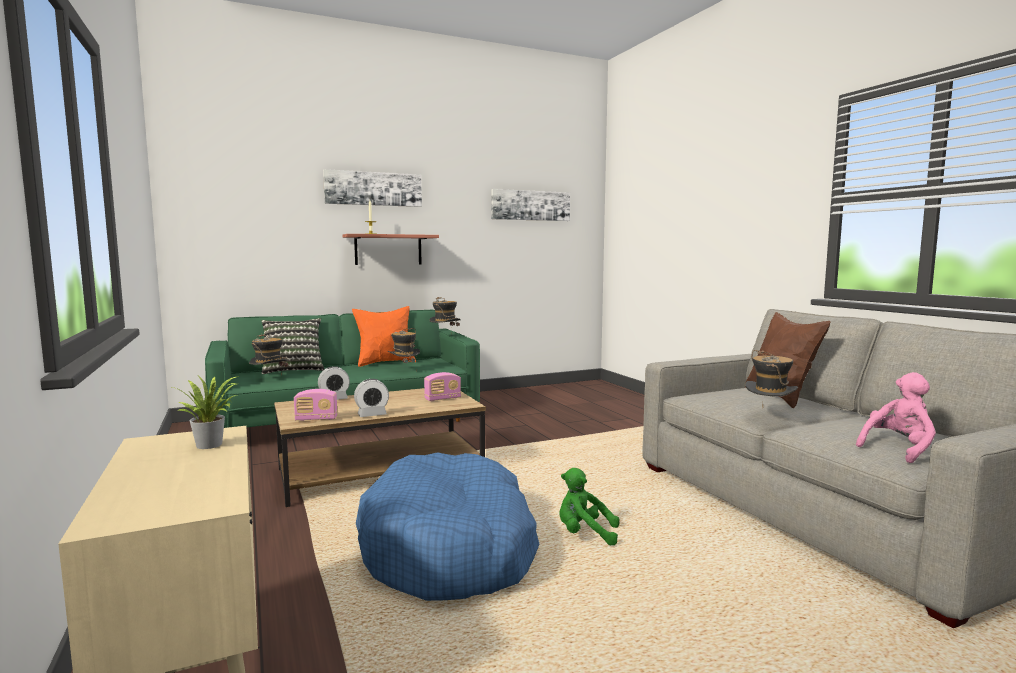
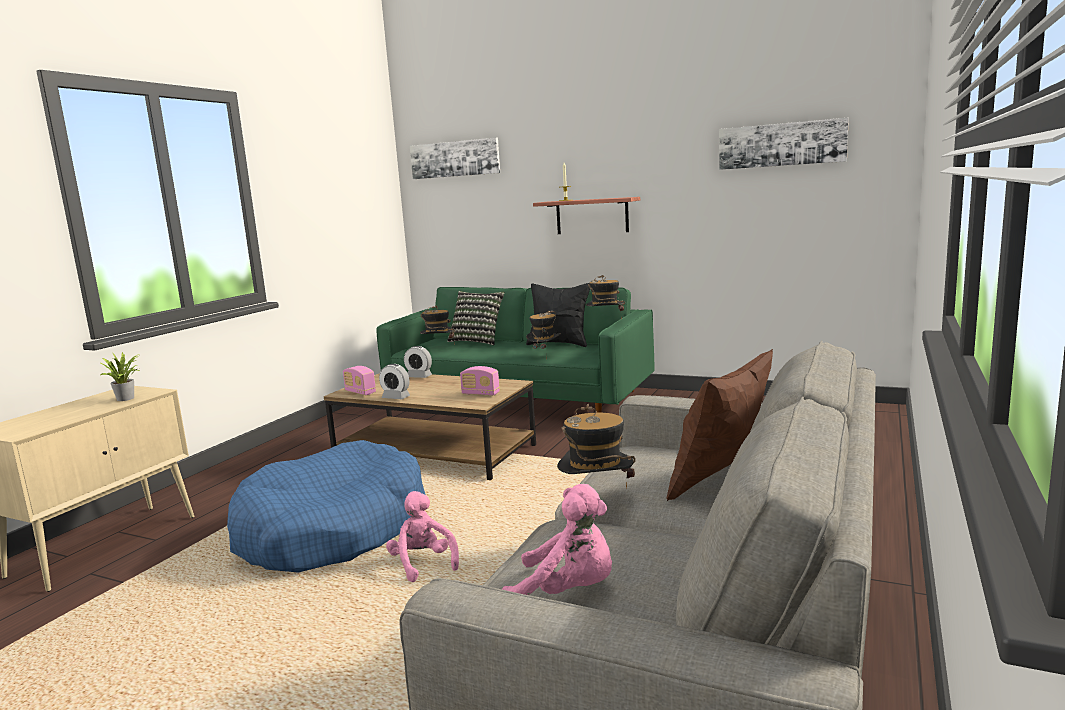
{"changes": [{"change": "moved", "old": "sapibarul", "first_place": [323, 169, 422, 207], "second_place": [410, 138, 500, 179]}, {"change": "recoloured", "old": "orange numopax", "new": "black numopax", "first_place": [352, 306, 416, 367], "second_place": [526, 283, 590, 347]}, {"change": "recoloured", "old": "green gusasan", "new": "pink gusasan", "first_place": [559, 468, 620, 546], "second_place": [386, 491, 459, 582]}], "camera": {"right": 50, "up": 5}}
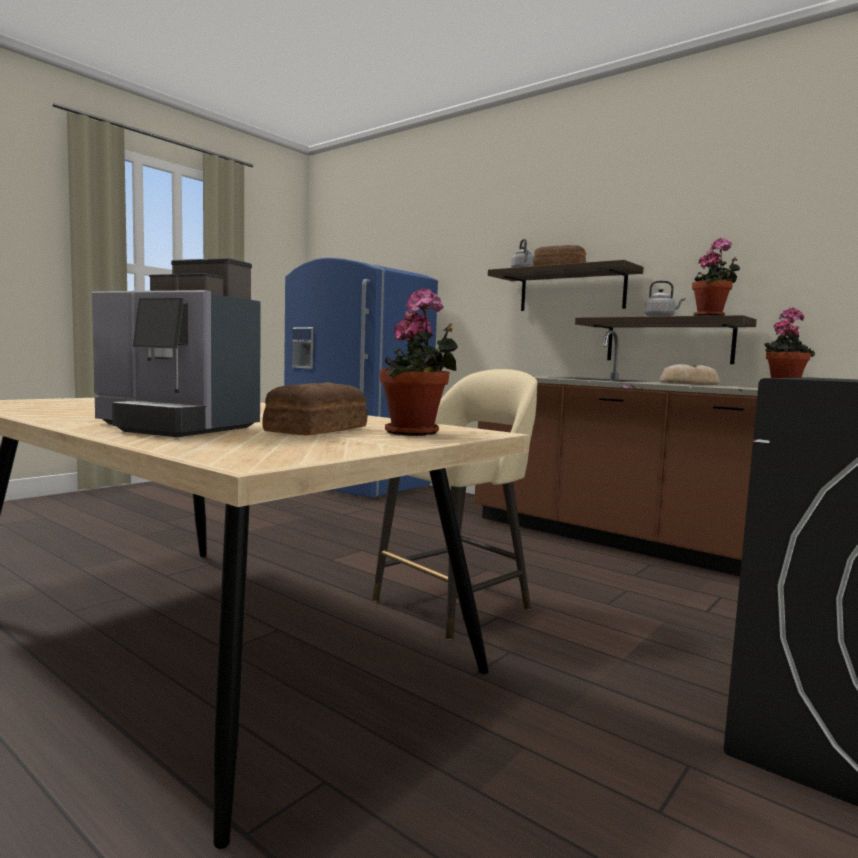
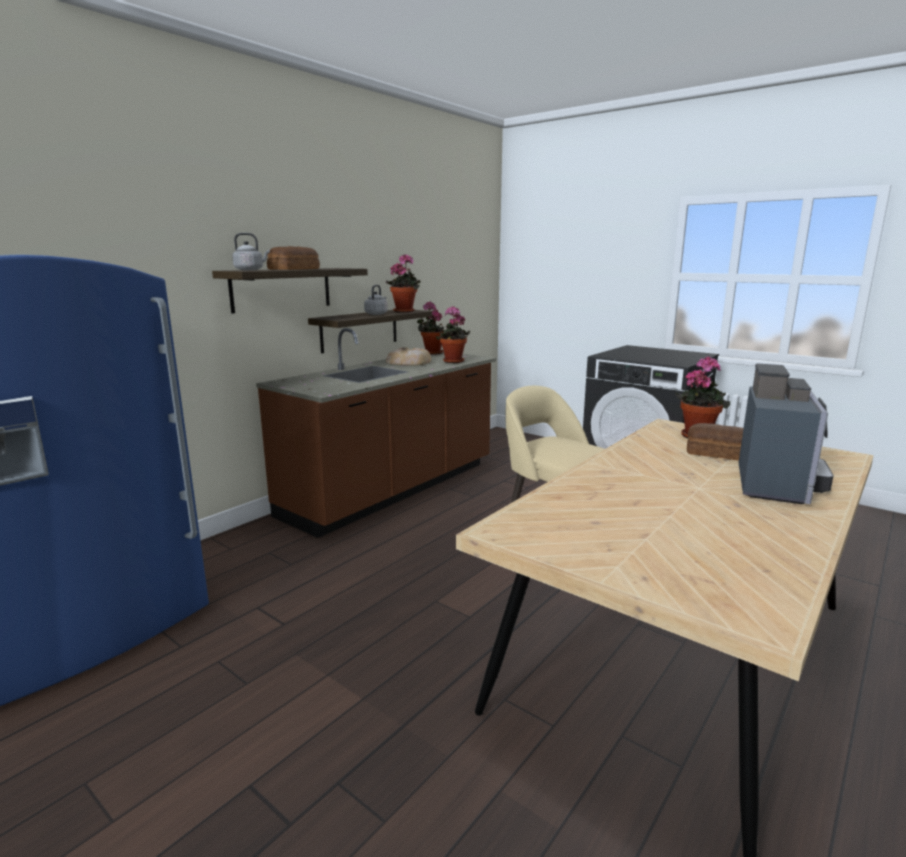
{"changes": [{"change": "added", "new": "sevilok", "second_place": [436, 306, 470, 363]}], "camera": {"right": -90, "up": 10}}
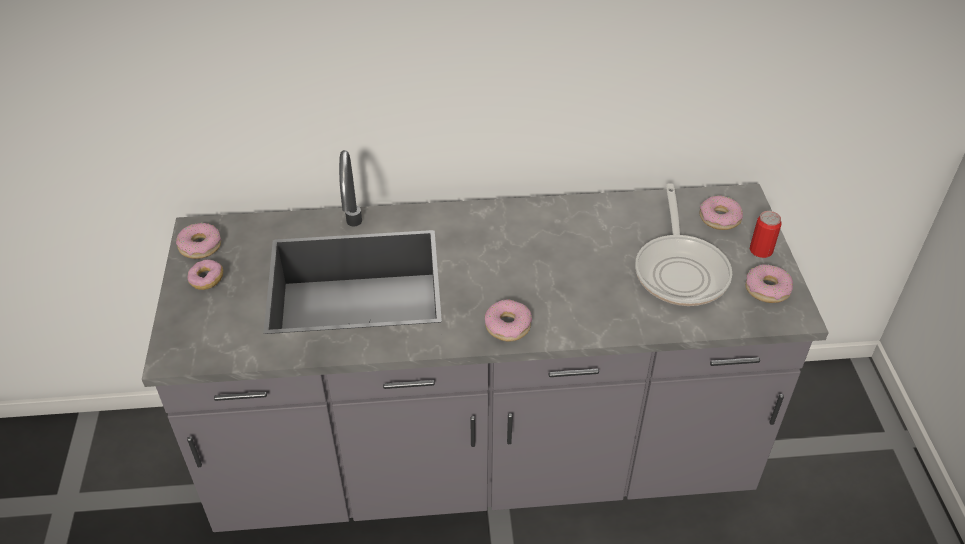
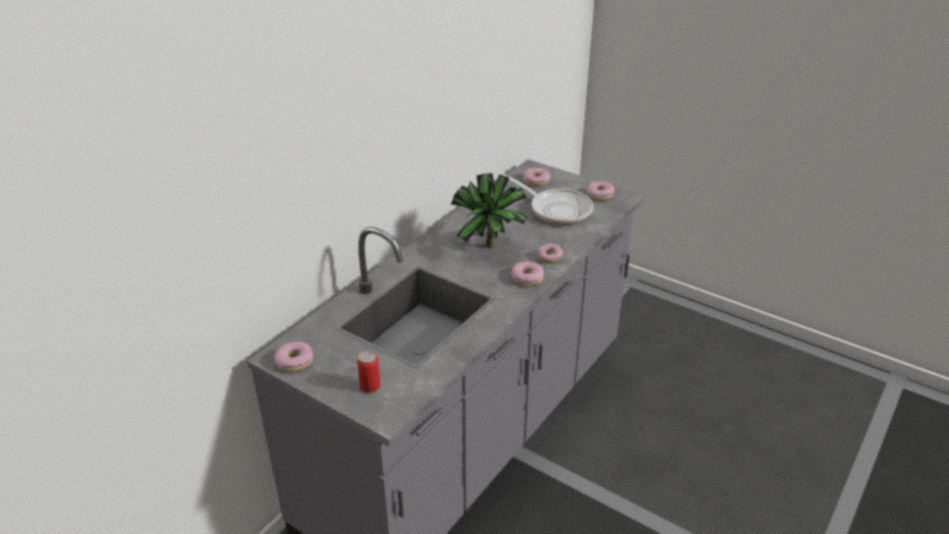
{"changes": [{"change": "added", "new": "sevilok", "second_place": [450, 173, 527, 248]}, {"change": "moved", "old": "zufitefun", "first_place": [187, 259, 223, 290], "second_place": [538, 243, 563, 264]}, {"change": "moved", "old": "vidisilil", "first_place": [750, 211, 781, 258], "second_place": [357, 350, 380, 392]}], "camera": {"right": -50, "up": -10}}
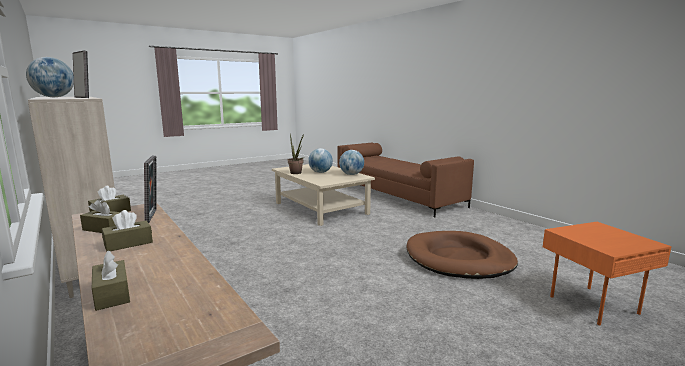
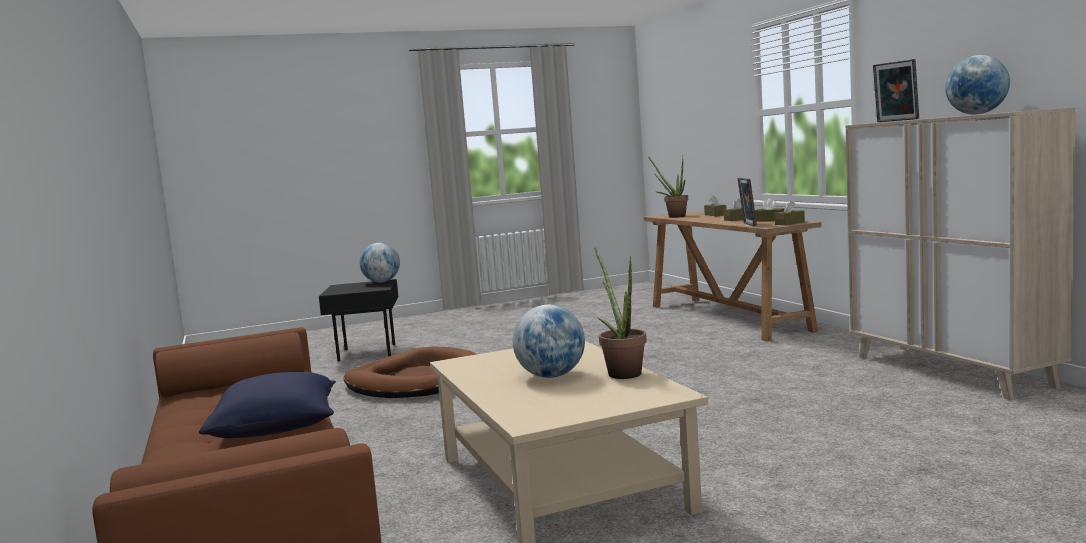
{"changes": [{"change": "added", "new": "blue numopax", "second_place": [199, 372, 336, 438]}, {"change": "added", "new": "sevilok", "second_place": [648, 156, 688, 218]}, {"change": "moved", "old": "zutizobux", "first_place": [339, 150, 364, 175], "second_place": [360, 243, 400, 283]}, {"change": "recoloured", "old": "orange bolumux", "new": "black bolumux", "first_place": [543, 222, 671, 325], "second_place": [319, 279, 398, 362]}], "camera": {"right": -165, "up": -5}}
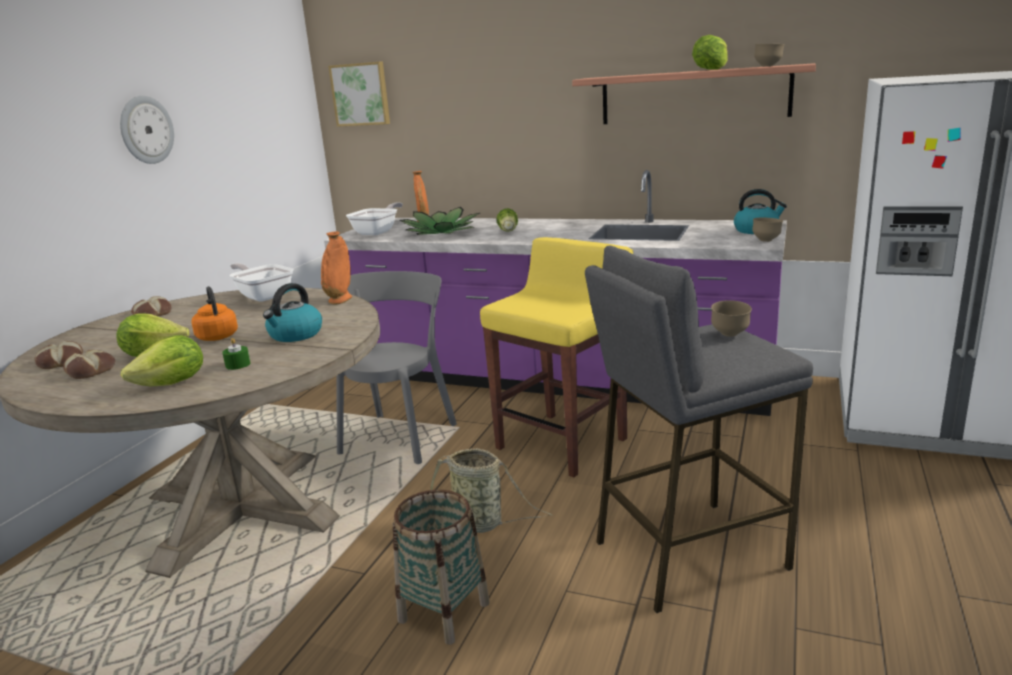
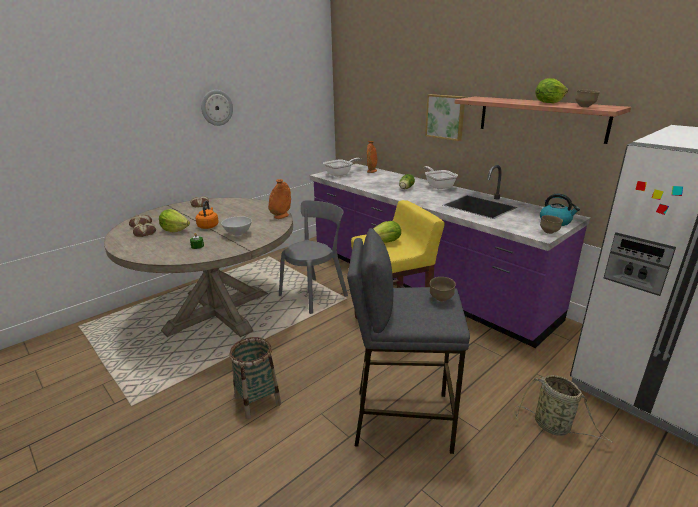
{"changes": [{"change": "removed", "old": "sevilok", "first_place": [400, 207, 480, 235]}, {"change": "moved", "old": "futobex", "first_place": [121, 335, 203, 386], "second_place": [373, 221, 401, 243]}, {"change": "moved", "old": "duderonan", "first_place": [230, 263, 293, 302], "second_place": [424, 166, 458, 189]}, {"change": "moved", "old": "sapibarul", "first_place": [328, 62, 390, 127], "second_place": [425, 94, 465, 141]}, {"change": "moved", "old": "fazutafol", "first_place": [430, 448, 553, 533], "second_place": [515, 375, 613, 443]}, {"change": "replaced", "old": "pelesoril", "new": "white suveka", "first_place": [263, 283, 322, 342], "second_place": [221, 216, 252, 236]}], "camera": {"right": 25, "up": 5}}
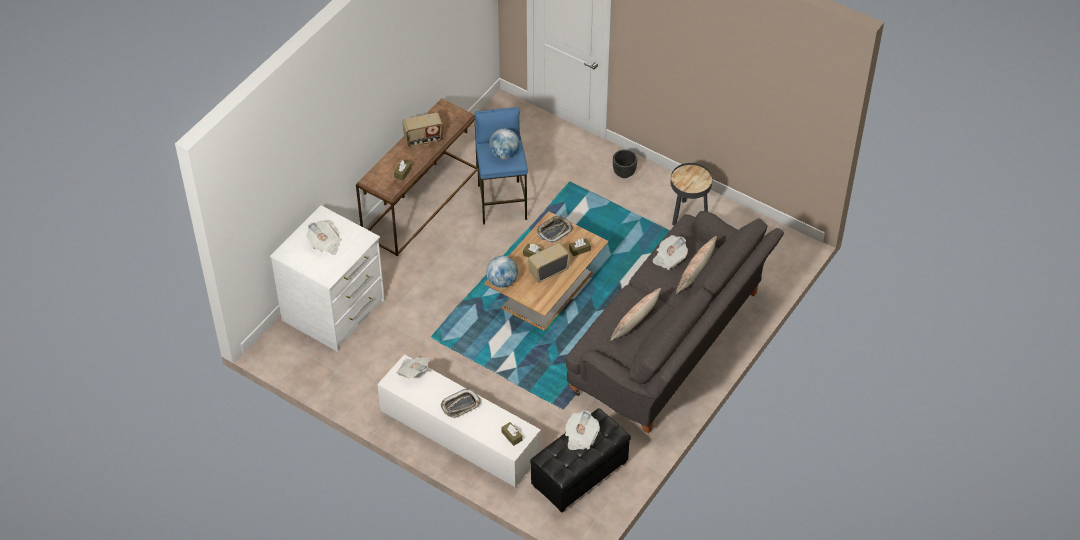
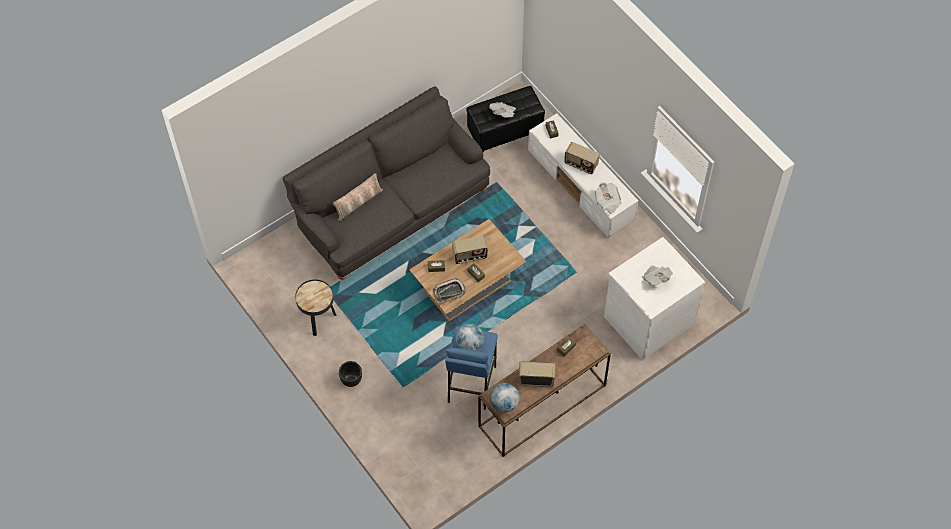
{"changes": [{"change": "removed", "old": "numopax", "first_place": [610, 288, 661, 341]}, {"change": "removed", "old": "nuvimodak", "first_place": [653, 235, 688, 270]}, {"change": "moved", "old": "zutizobux", "first_place": [486, 256, 518, 288], "second_place": [490, 383, 519, 412]}, {"change": "replaced", "old": "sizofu", "new": "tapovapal", "first_place": [441, 389, 481, 418], "second_place": [564, 142, 600, 174]}], "camera": {"right": -160, "up": 10}}
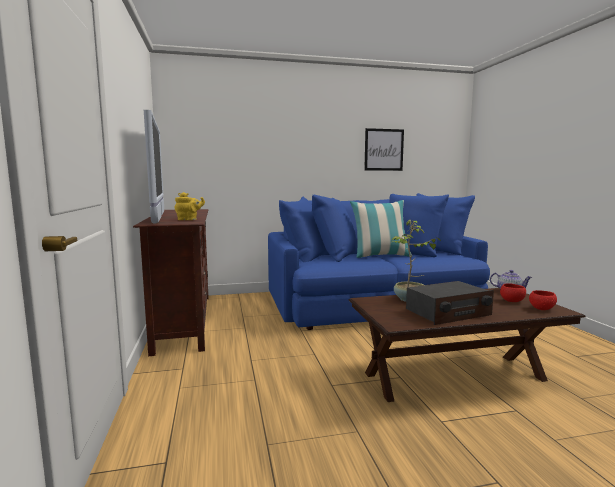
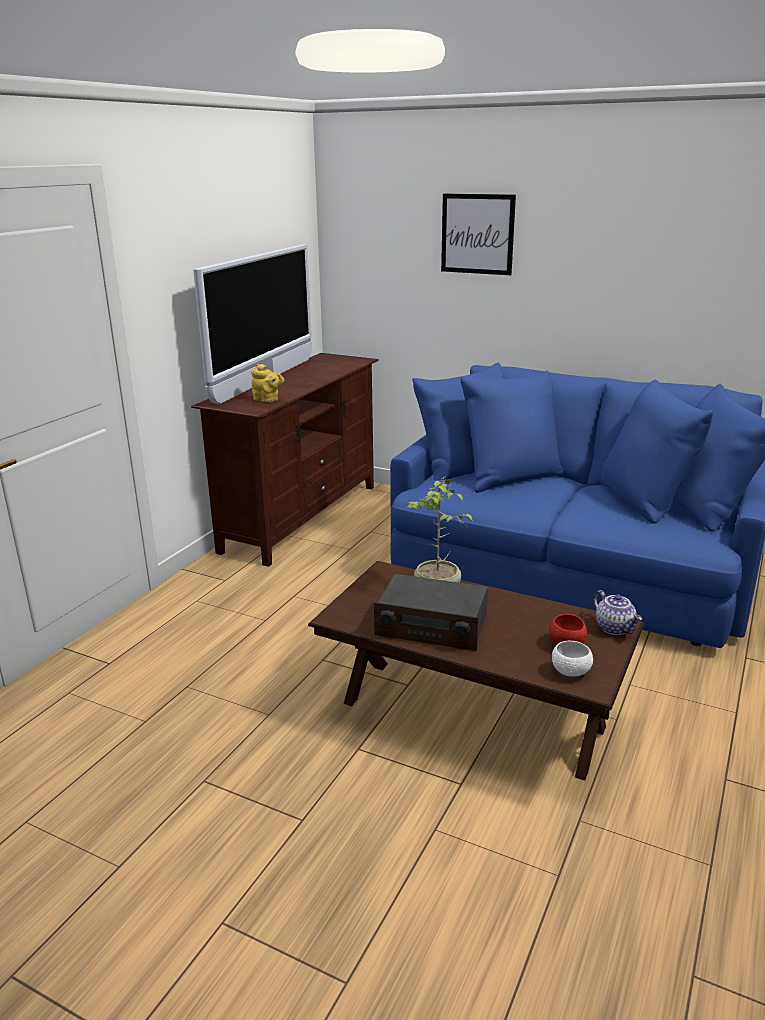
{"changes": [{"change": "removed", "old": "numopax", "first_place": [350, 200, 412, 258]}, {"change": "moved", "old": "sapibarul", "first_place": [364, 128, 404, 171], "second_place": [441, 194, 516, 275]}, {"change": "recoloured", "old": "red suveka", "new": "white suveka", "first_place": [529, 290, 557, 310], "second_place": [552, 641, 593, 677]}], "camera": {"right": 40, "up": 15}}
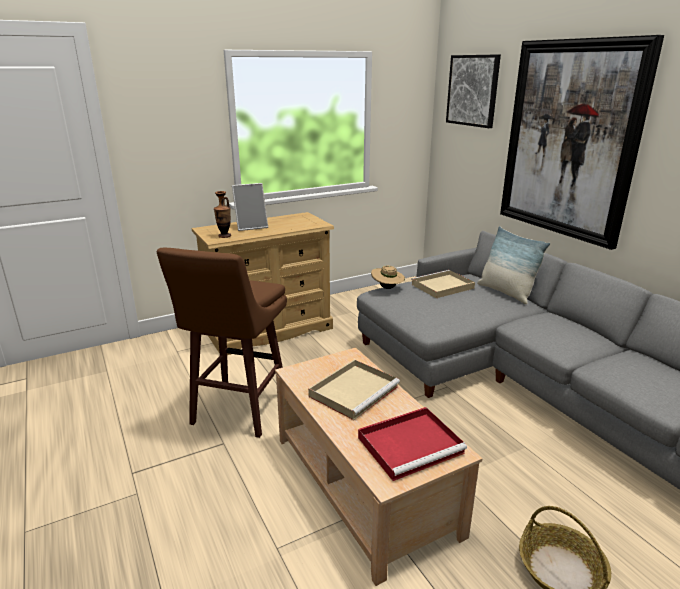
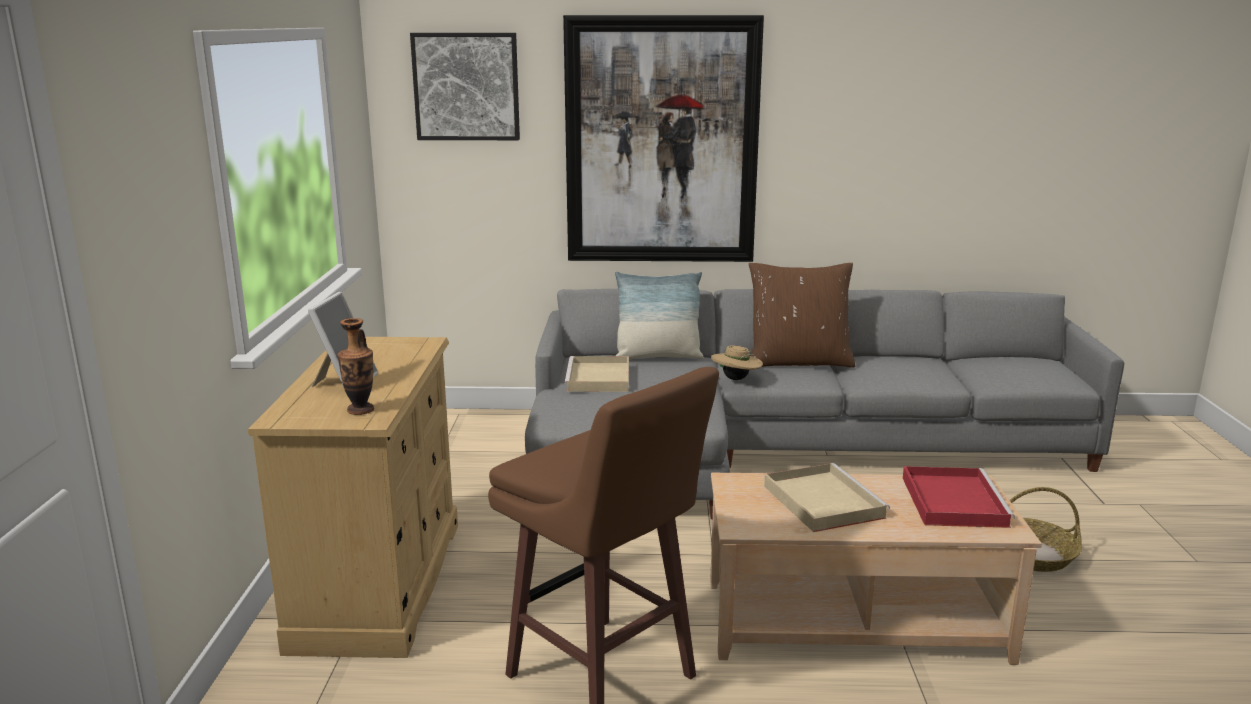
{"changes": [{"change": "added", "new": "brown numopax", "second_place": [749, 263, 855, 368]}, {"change": "moved", "old": "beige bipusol", "first_place": [371, 265, 405, 289], "second_place": [711, 345, 763, 380]}], "camera": {"right": -60, "up": -5}}
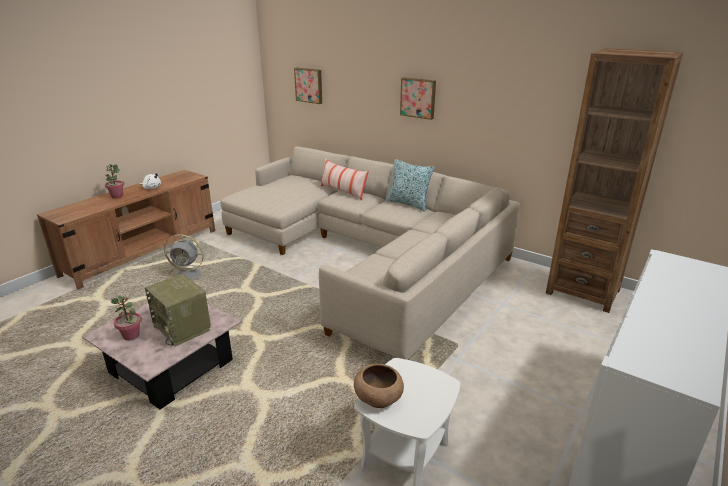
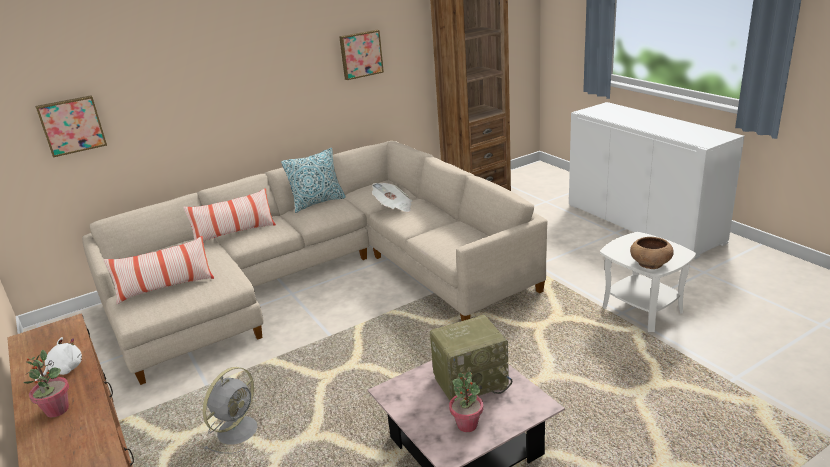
{"changes": [{"change": "added", "new": "numopax", "second_place": [103, 236, 214, 305]}, {"change": "added", "new": "nuvimodak", "second_place": [372, 183, 413, 212]}, {"change": "moved", "old": "sapibarul", "first_place": [400, 77, 436, 120], "second_place": [339, 30, 384, 80]}], "camera": {"right": -65, "up": 0}}
